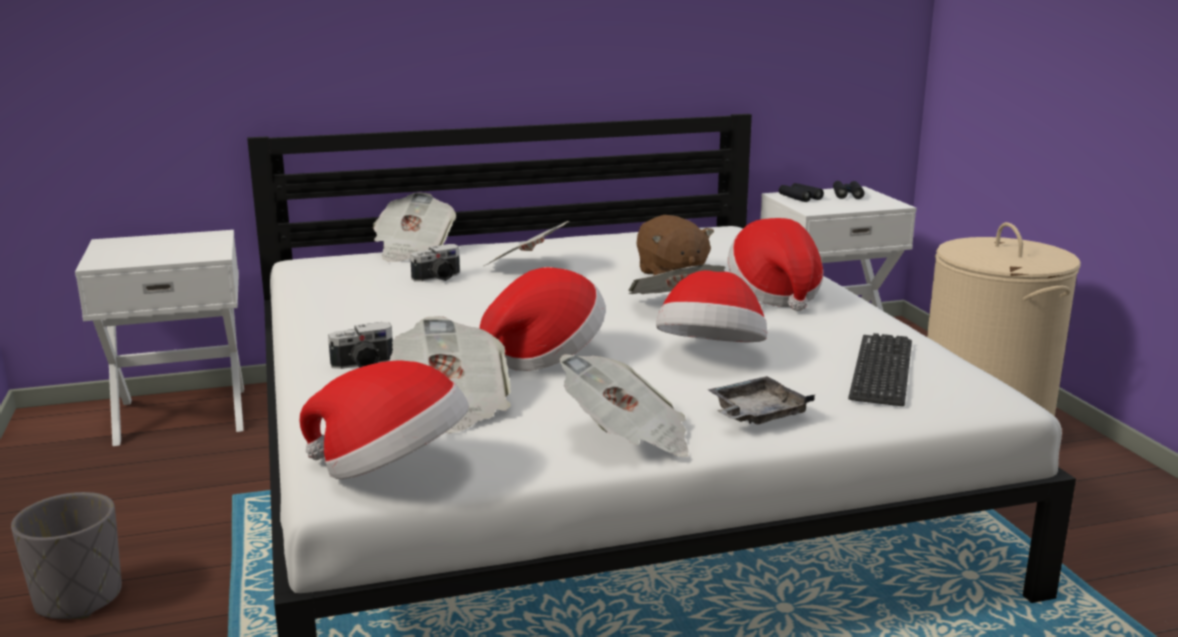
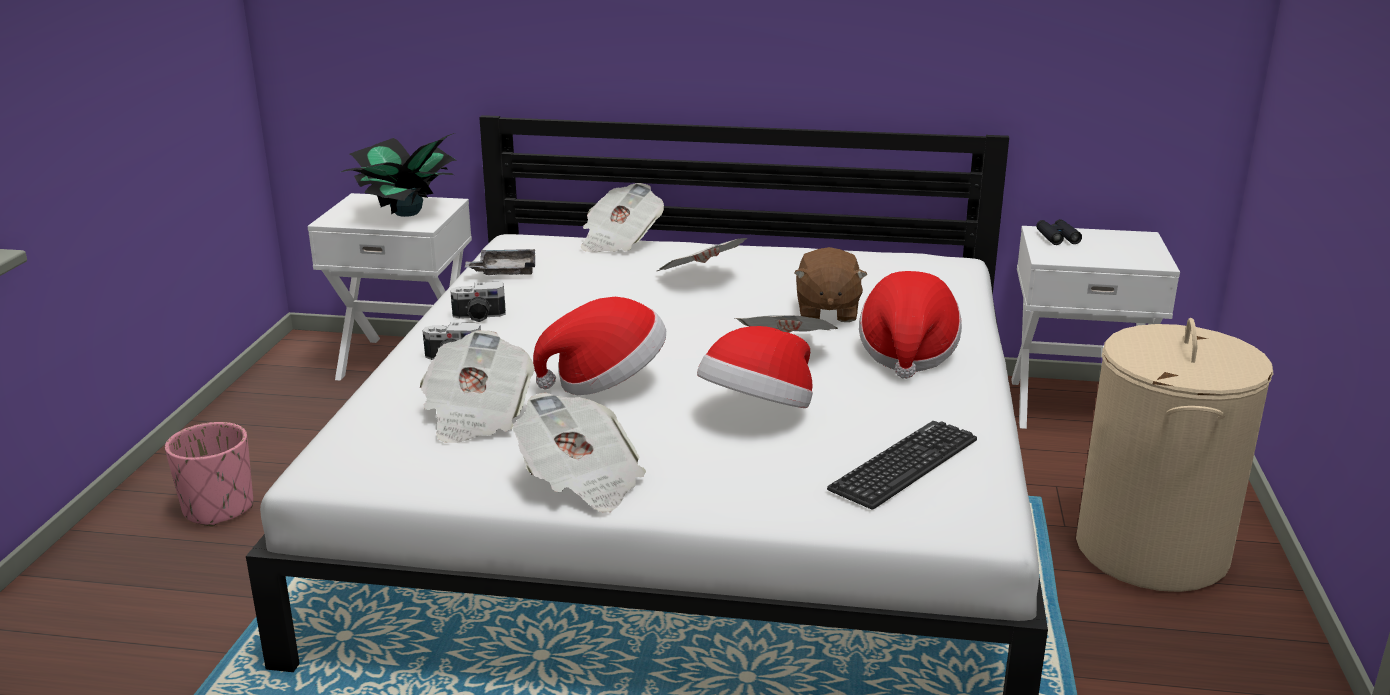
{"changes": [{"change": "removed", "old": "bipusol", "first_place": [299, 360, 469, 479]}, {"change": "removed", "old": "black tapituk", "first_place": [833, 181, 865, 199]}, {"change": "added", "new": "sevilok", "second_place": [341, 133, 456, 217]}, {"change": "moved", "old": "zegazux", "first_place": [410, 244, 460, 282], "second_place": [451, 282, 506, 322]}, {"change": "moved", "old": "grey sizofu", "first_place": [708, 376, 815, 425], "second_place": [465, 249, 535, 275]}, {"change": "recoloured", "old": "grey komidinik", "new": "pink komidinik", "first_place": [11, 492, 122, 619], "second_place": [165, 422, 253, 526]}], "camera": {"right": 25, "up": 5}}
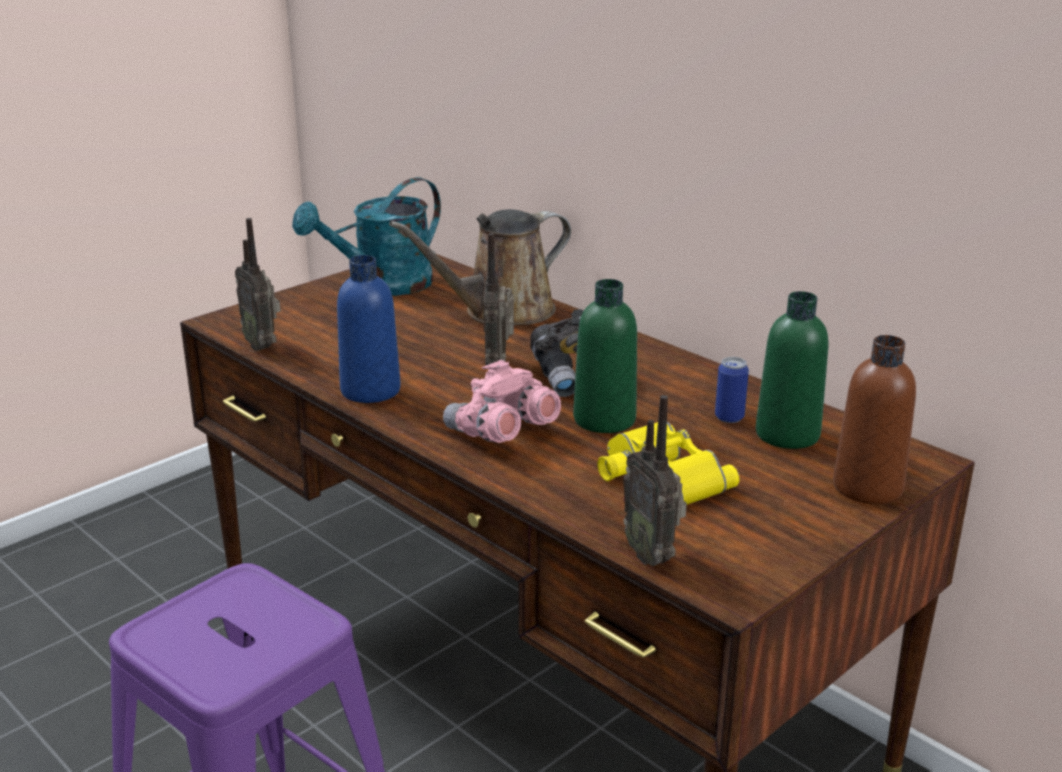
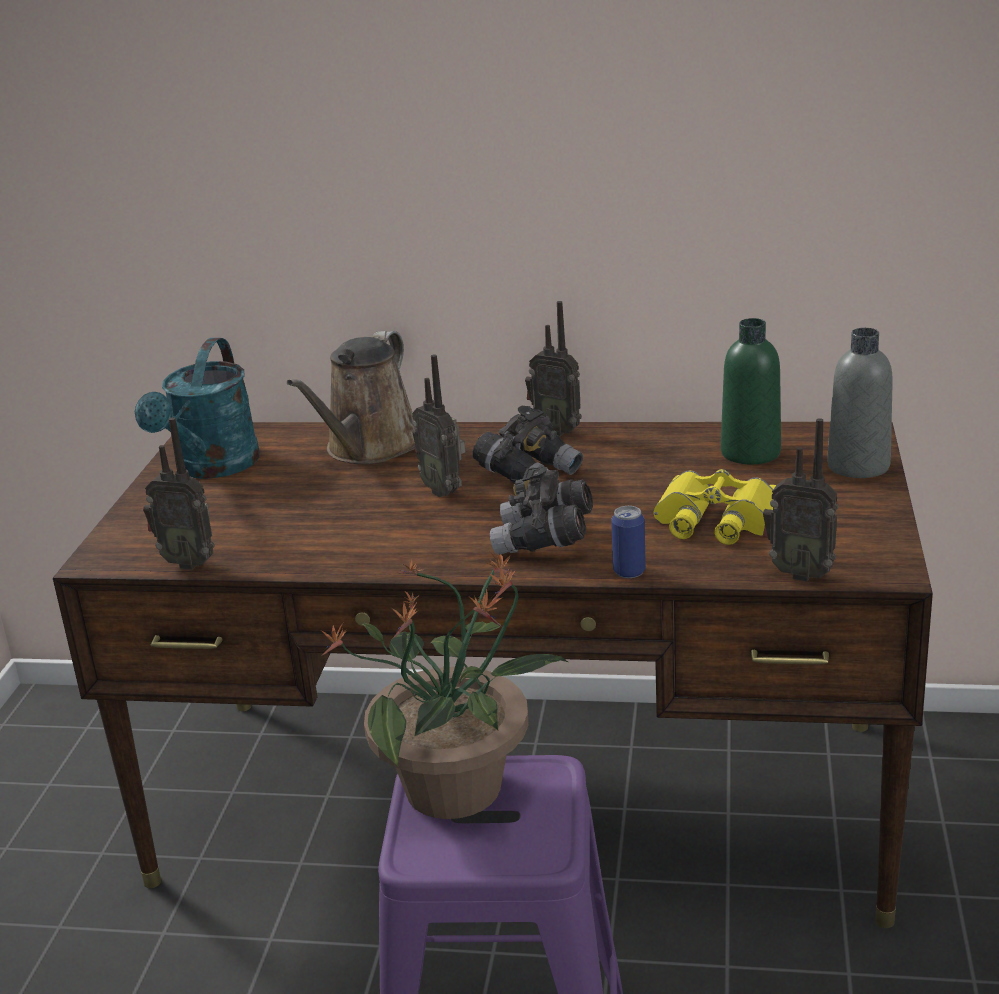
{"changes": [{"change": "removed", "old": "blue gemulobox", "first_place": [337, 255, 401, 403]}, {"change": "removed", "old": "green gemulobox", "first_place": [573, 279, 637, 433]}, {"change": "added", "new": "sevilok", "second_place": [321, 552, 568, 819]}, {"change": "added", "new": "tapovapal", "second_place": [525, 301, 582, 436]}, {"change": "moved", "old": "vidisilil", "first_place": [715, 357, 749, 423], "second_place": [611, 506, 646, 578]}, {"change": "recoloured", "old": "pink tapituk", "new": "grey tapituk", "first_place": [443, 360, 561, 443], "second_place": [490, 466, 593, 555]}, {"change": "recoloured", "old": "brown gemulobox", "new": "grey gemulobox", "first_place": [833, 335, 916, 504], "second_place": [827, 328, 893, 478]}], "camera": {"right": -35, "up": 0}}
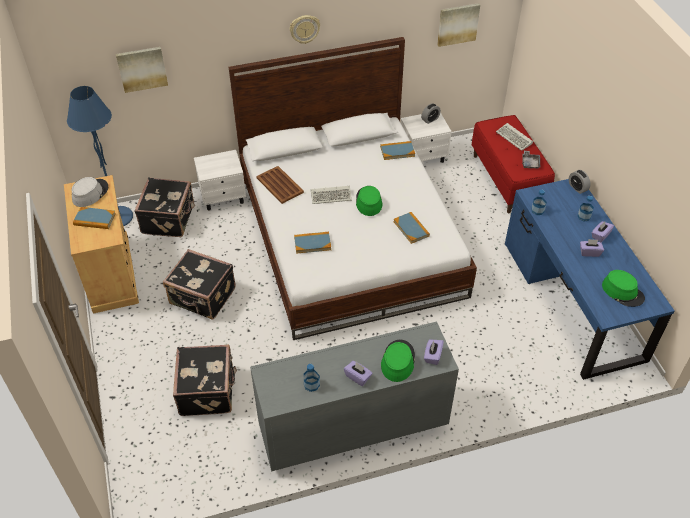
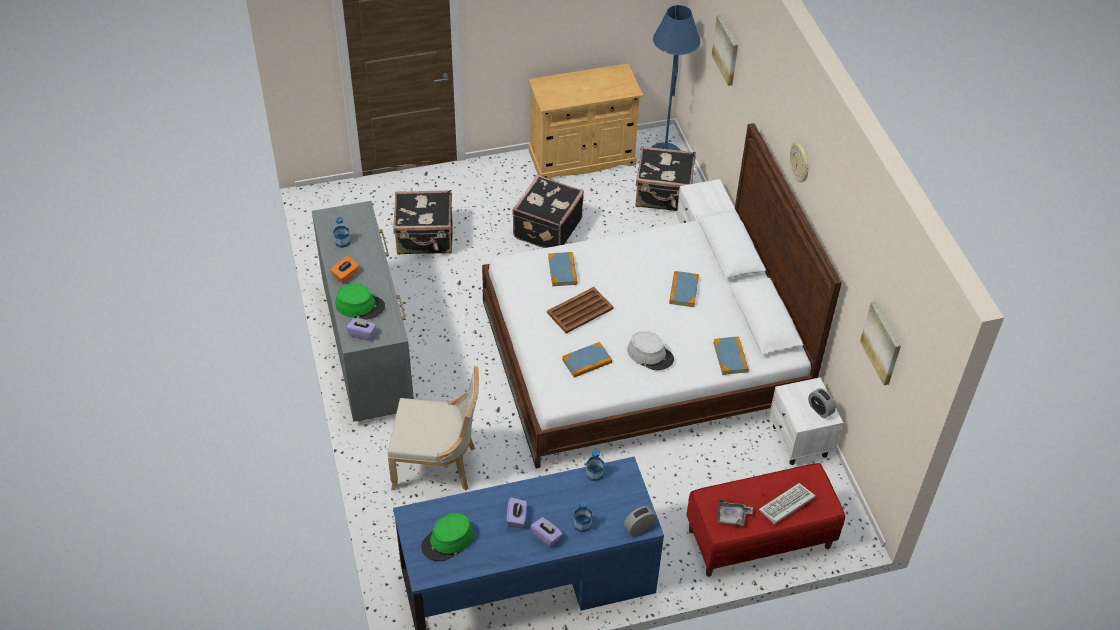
{"changes": [{"change": "removed", "old": "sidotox", "first_place": [311, 186, 352, 204]}, {"change": "removed", "old": "green bipusol", "first_place": [356, 186, 383, 216]}, {"change": "added", "new": "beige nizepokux", "second_place": [388, 366, 479, 491]}, {"change": "moved", "old": "grey bipusol", "first_place": [72, 177, 108, 207], "second_place": [627, 331, 674, 370]}, {"change": "moved", "old": "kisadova", "first_place": [73, 207, 116, 229], "second_place": [669, 271, 699, 307]}, {"change": "moved", "old": "brown sizofu", "first_place": [256, 166, 304, 204], "second_place": [547, 287, 613, 334]}, {"change": "recoloured", "old": "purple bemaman", "new": "orange bemaman", "first_place": [344, 361, 372, 386], "second_place": [330, 256, 359, 283]}], "camera": {"right": 90, "up": 0}}
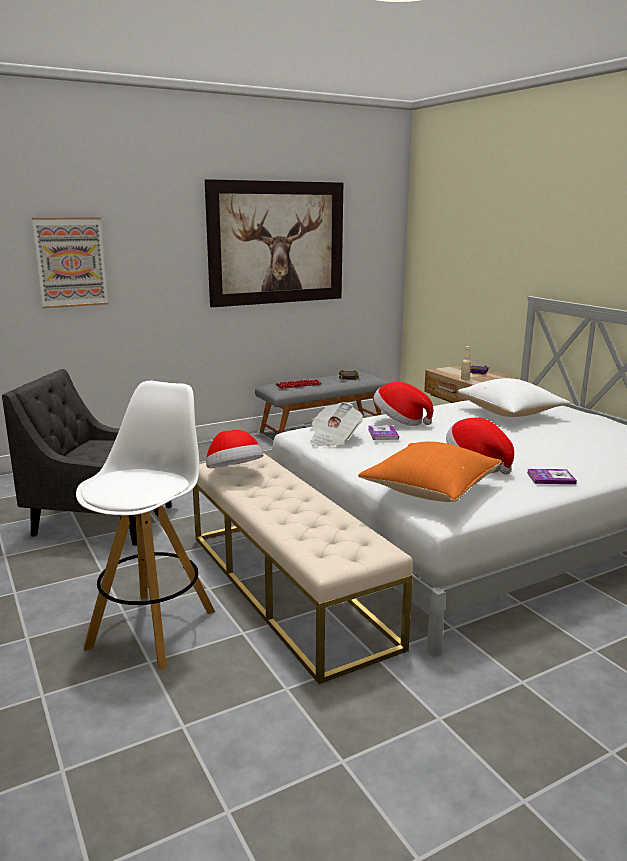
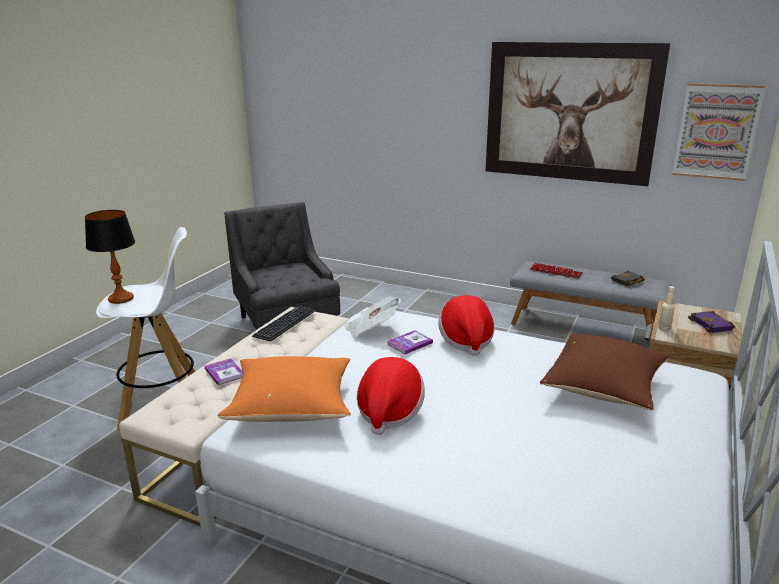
{"changes": [{"change": "added", "new": "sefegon", "second_place": [85, 210, 135, 304]}, {"change": "moved", "old": "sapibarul", "first_place": [32, 217, 108, 308], "second_place": [672, 83, 765, 181]}, {"change": "moved", "old": "kisadova", "first_place": [527, 469, 577, 484], "second_place": [205, 358, 243, 385]}, {"change": "replaced", "old": "bipusol", "new": "sidotox", "first_place": [206, 430, 263, 468], "second_place": [252, 306, 315, 342]}, {"change": "recoloured", "old": "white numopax", "new": "brown numopax", "first_place": [458, 378, 570, 417], "second_place": [540, 334, 670, 410]}], "camera": {"right": 55, "up": 5}}
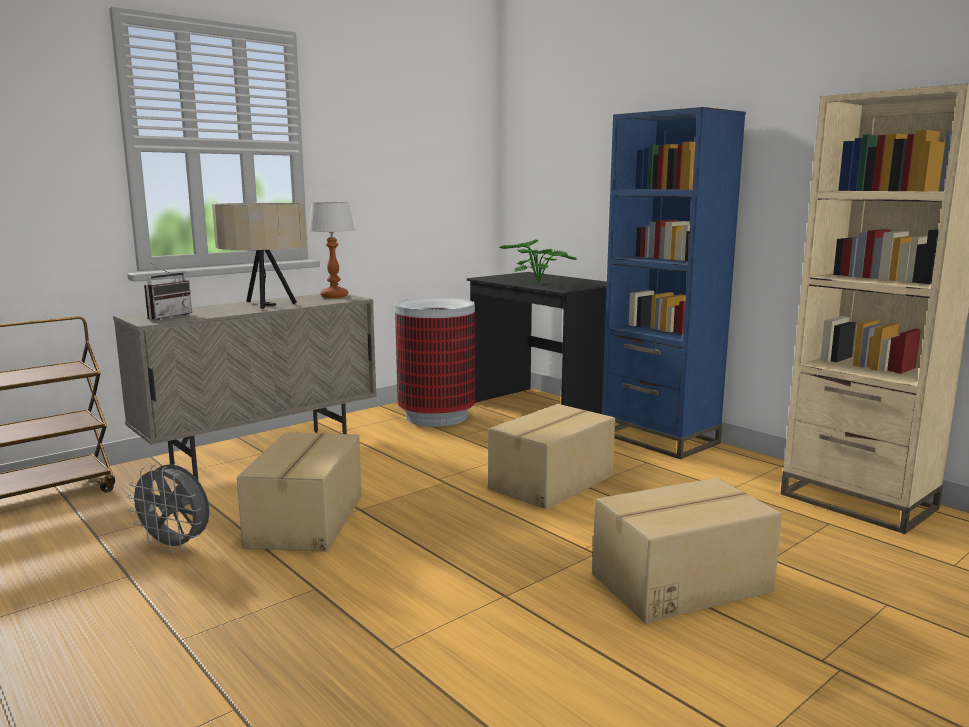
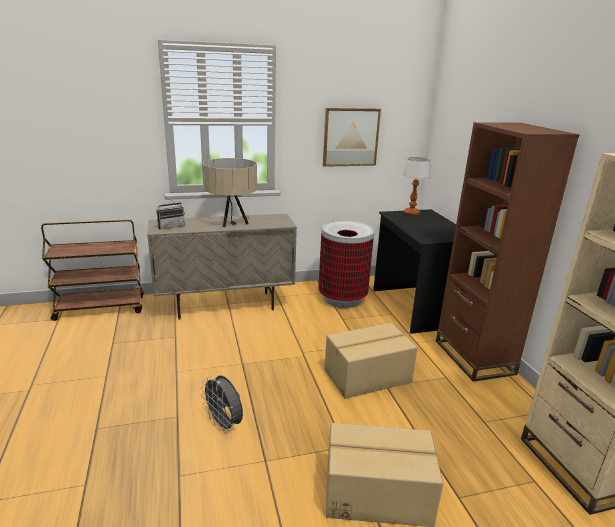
{"changes": [{"change": "removed", "old": "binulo", "first_place": [237, 432, 362, 552]}, {"change": "removed", "old": "sevilok", "first_place": [500, 239, 576, 284]}, {"change": "added", "new": "sapibarul", "second_place": [323, 108, 381, 167]}, {"change": "moved", "old": "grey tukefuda", "first_place": [127, 464, 210, 553], "second_place": [201, 376, 243, 433]}, {"change": "moved", "old": "sefegon", "first_place": [308, 202, 354, 298], "second_place": [403, 157, 431, 216]}, {"change": "recoloured", "old": "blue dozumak", "new": "brown dozumak", "first_place": [602, 107, 746, 459], "second_place": [436, 122, 580, 382]}], "camera": {"right": 25, "up": 10}}
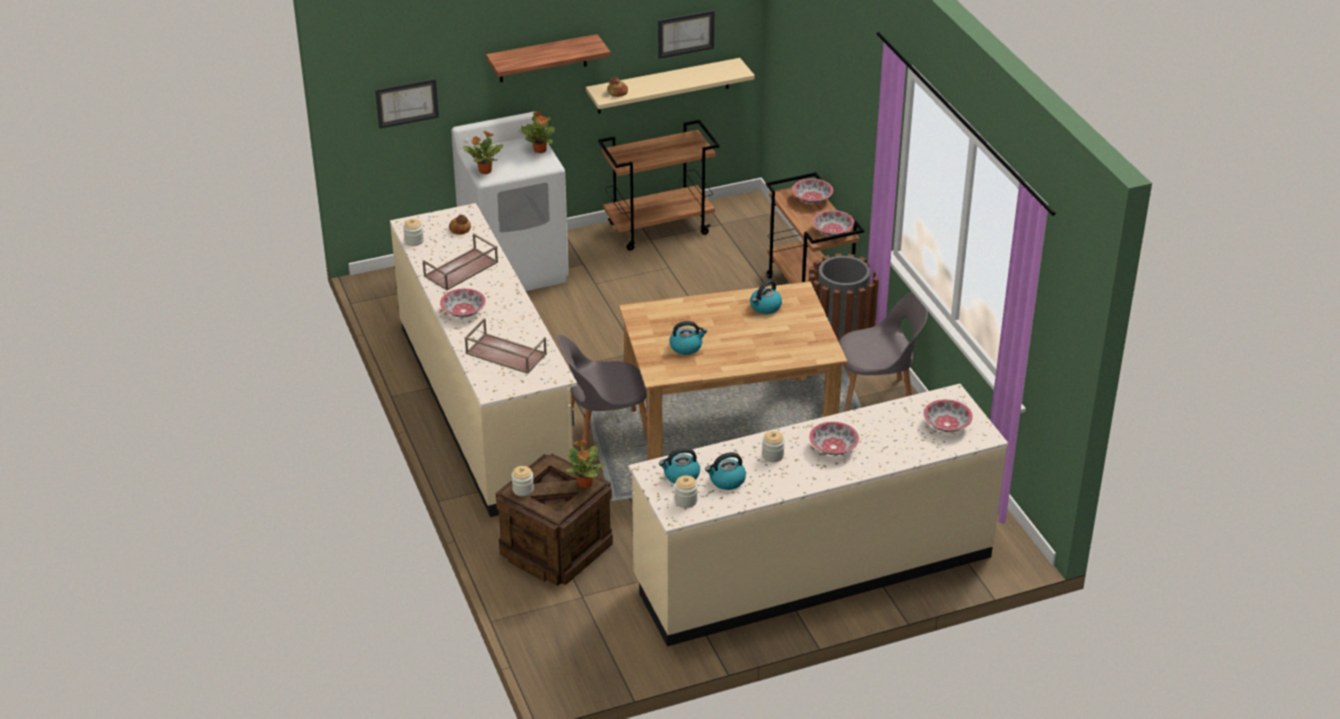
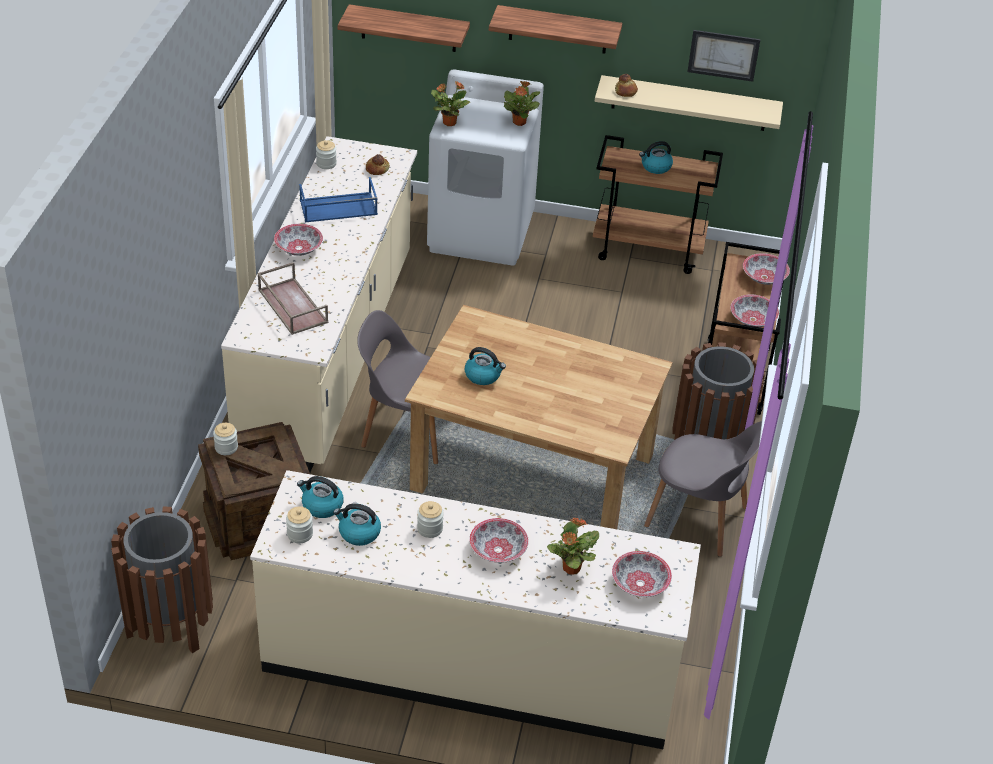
{"changes": [{"change": "added", "new": "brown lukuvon", "second_place": [111, 506, 213, 653]}, {"change": "moved", "old": "sevilok", "first_place": [565, 440, 606, 488], "second_place": [547, 518, 599, 574]}, {"change": "moved", "old": "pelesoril", "first_place": [750, 280, 782, 314], "second_place": [639, 141, 673, 174]}, {"change": "replaced", "old": "sapibarul", "new": "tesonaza", "first_place": [375, 79, 439, 129], "second_place": [338, 4, 470, 52]}, {"change": "recoloured", "old": "brown sizofu", "new": "blue sizofu", "first_place": [423, 233, 498, 291], "second_place": [299, 177, 378, 222]}], "camera": {"right": 30, "up": 5}}
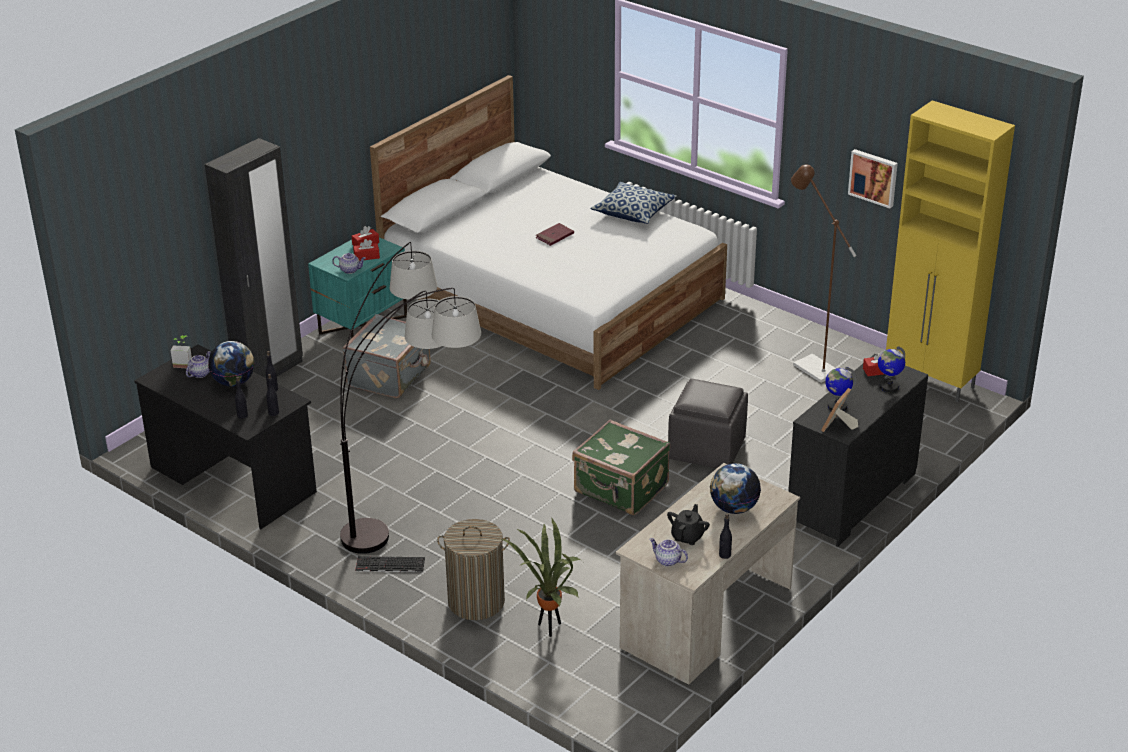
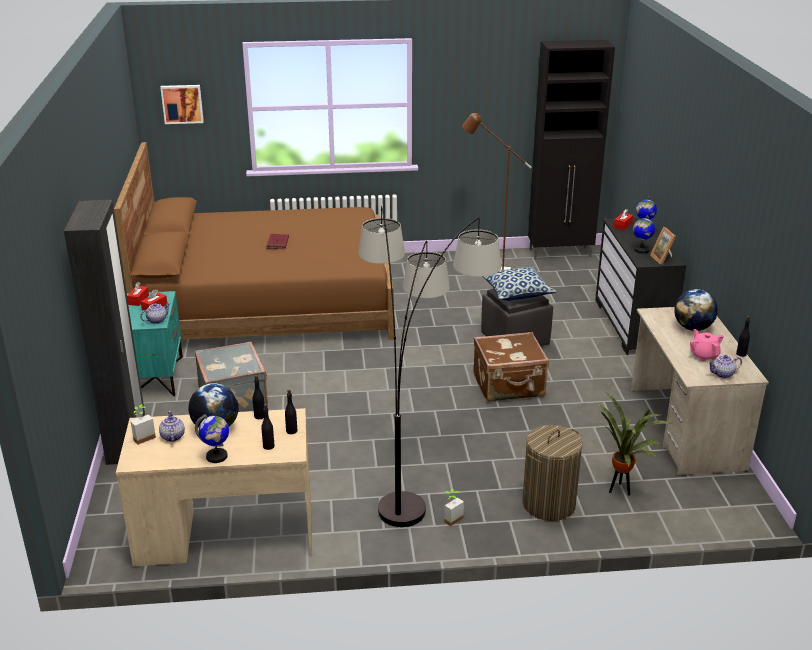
{"changes": [{"change": "added", "new": "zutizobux", "second_place": [195, 414, 229, 463]}, {"change": "moved", "old": "numopax", "first_place": [590, 182, 677, 224], "second_place": [483, 266, 557, 301]}, {"change": "moved", "old": "sapibarul", "first_place": [848, 149, 898, 209], "second_place": [160, 85, 204, 124]}, {"change": "replaced", "old": "sidotox", "new": "sevilok", "first_place": [355, 556, 425, 572], "second_place": [444, 489, 464, 527]}, {"change": "recoloured", "old": "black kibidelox", "new": "beige kibidelox", "first_place": [134, 345, 317, 529], "second_place": [116, 408, 312, 566]}, {"change": "recoloured", "old": "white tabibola", "new": "brown tabibola", "first_place": [370, 75, 727, 390], "second_place": [114, 142, 394, 340]}, {"change": "recoloured", "old": "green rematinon", "new": "brown rematinon", "first_place": [572, 420, 670, 515], "second_place": [474, 332, 549, 402]}, {"change": "recoloured", "old": "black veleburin", "new": "pink veleburin", "first_place": [667, 504, 710, 545], "second_place": [690, 329, 724, 362]}, {"change": "recoloured", "old": "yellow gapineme", "new": "black gapineme", "first_place": [886, 100, 1015, 403], "second_place": [528, 40, 615, 260]}], "camera": {"right": -45, "up": -5}}
